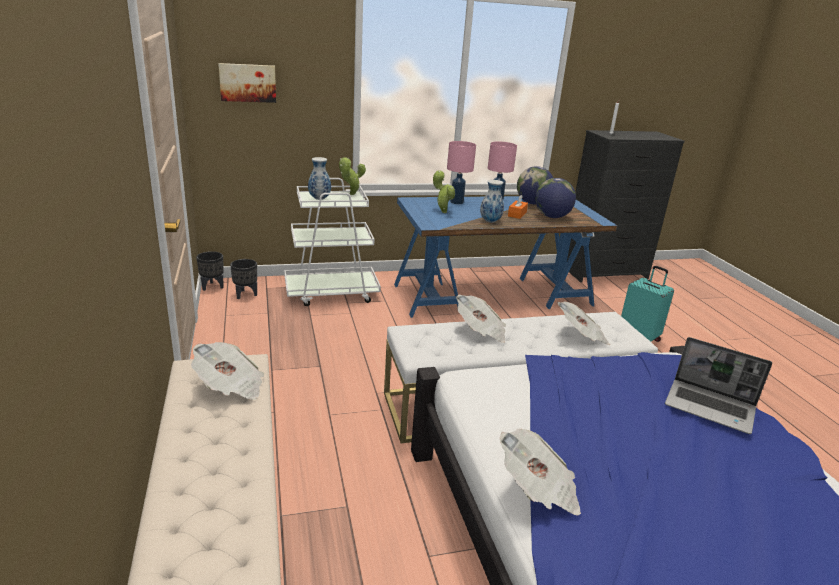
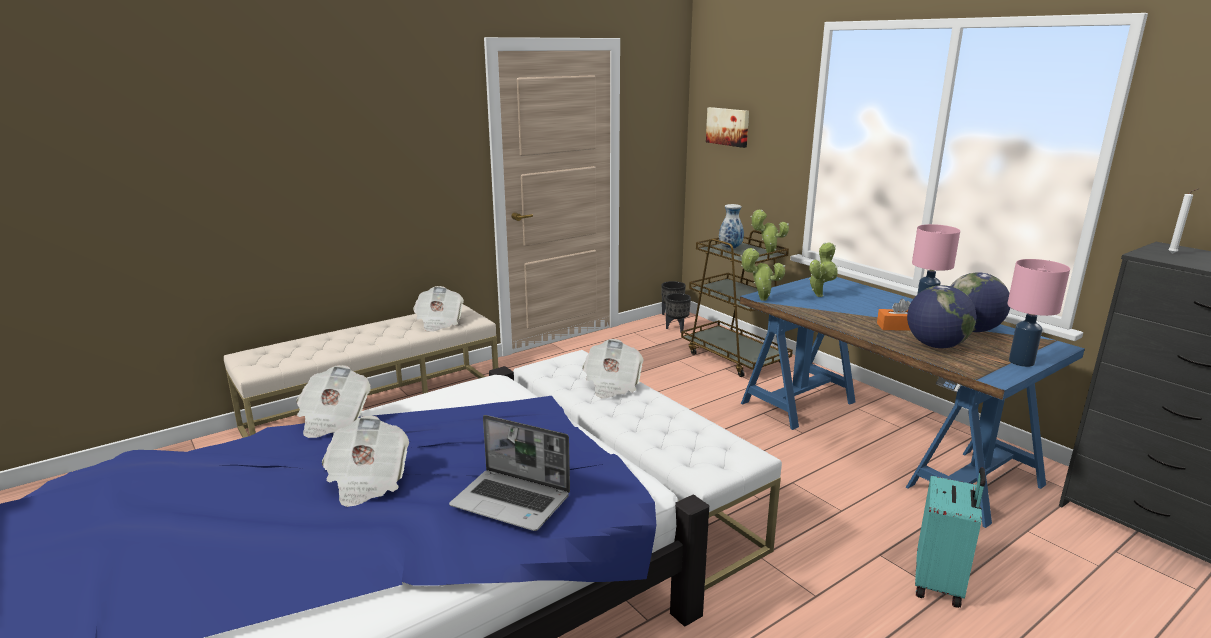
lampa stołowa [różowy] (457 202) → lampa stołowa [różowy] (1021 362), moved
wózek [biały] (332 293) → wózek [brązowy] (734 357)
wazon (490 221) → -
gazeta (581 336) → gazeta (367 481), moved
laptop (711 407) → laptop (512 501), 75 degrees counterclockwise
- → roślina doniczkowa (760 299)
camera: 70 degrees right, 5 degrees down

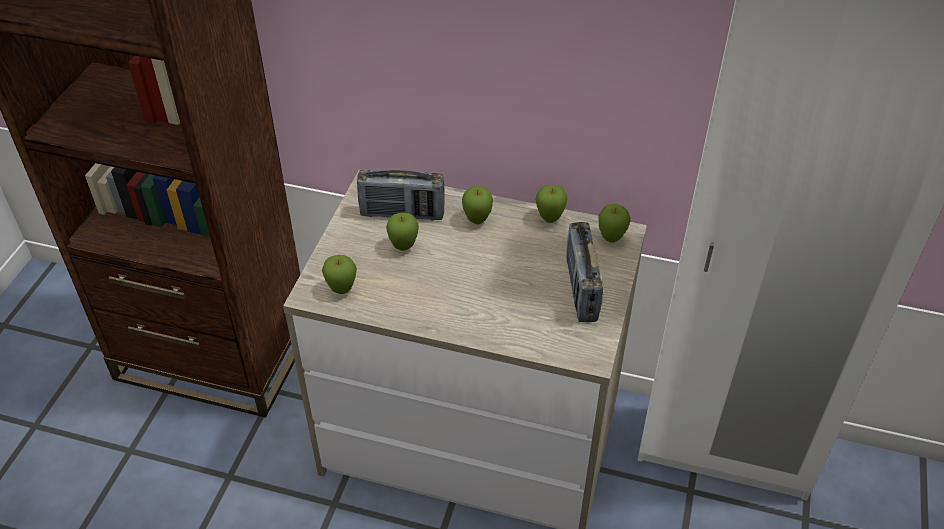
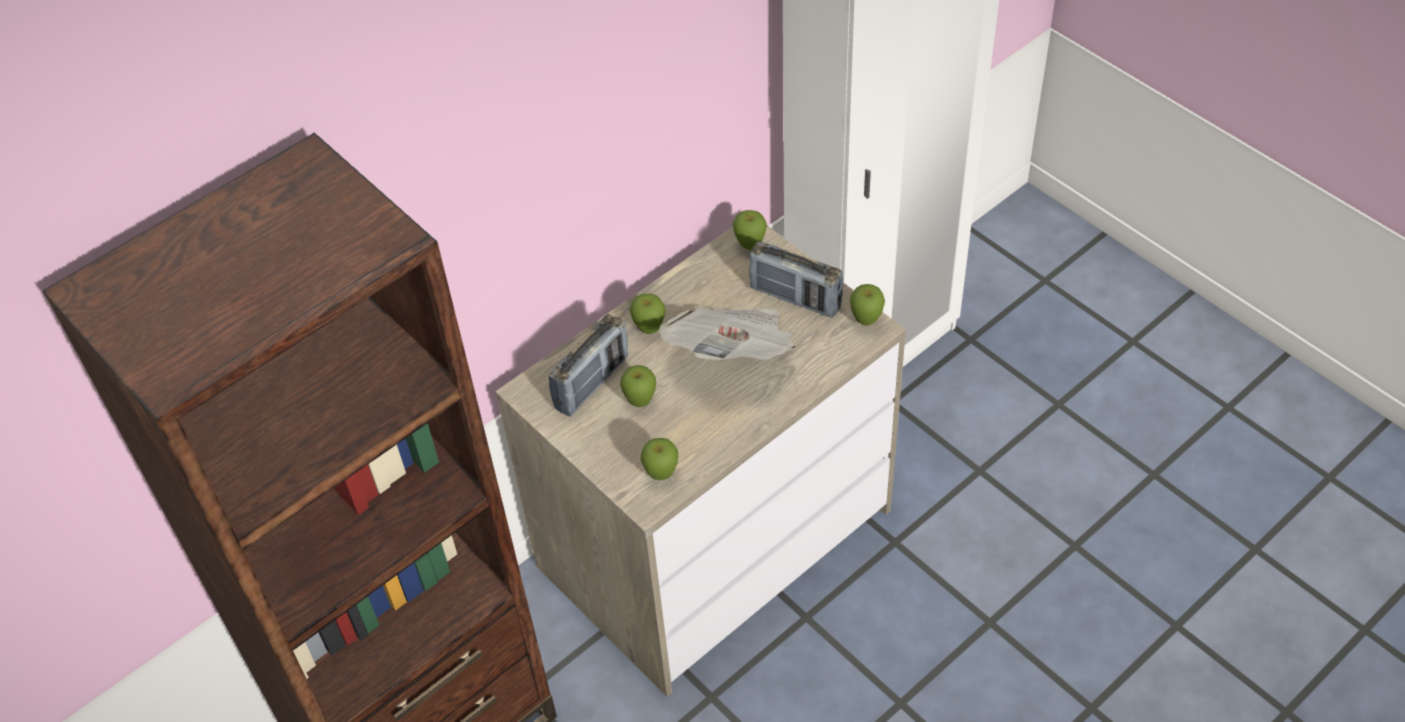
jabłko (550 219) → jabłko (866 321), moved
- → gazeta (733 355)
camera: 55 degrees left, 5 degrees up

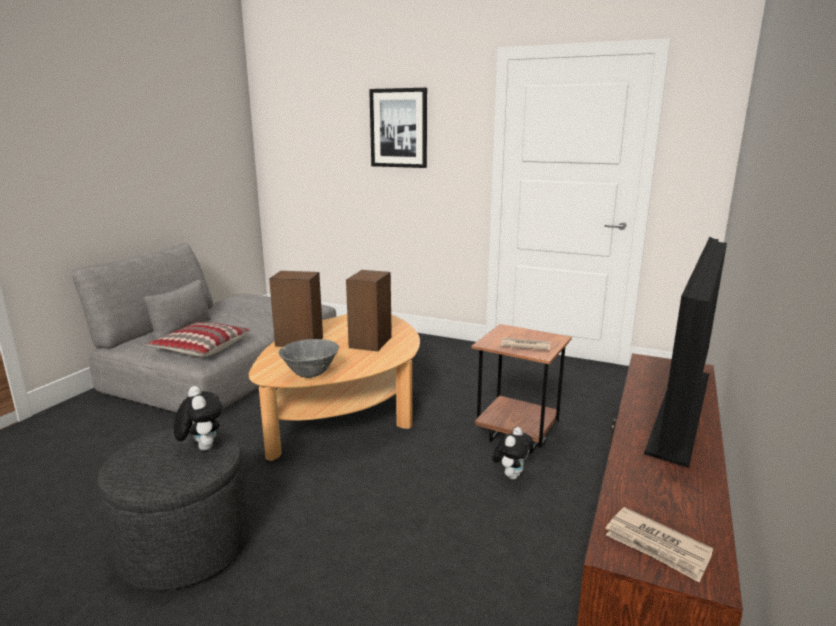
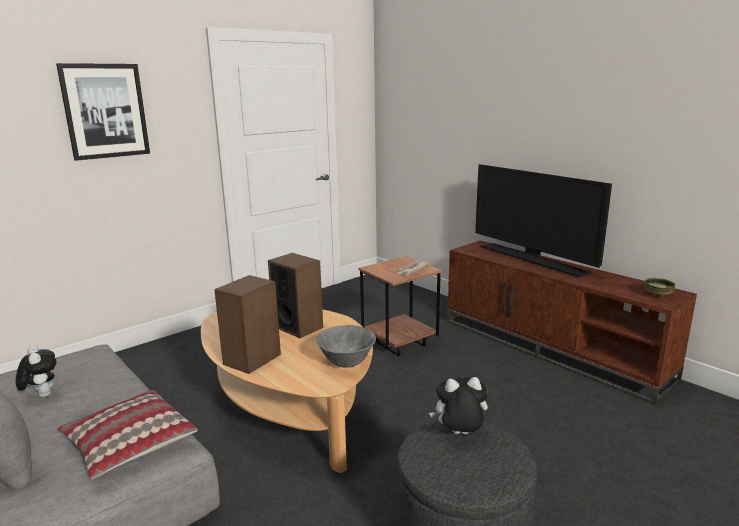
pluszak (511 475) → pluszak (42 395), moved
gazeta (657 546) → miska (657 295)
camera: 65 degrees left, 0 degrees up

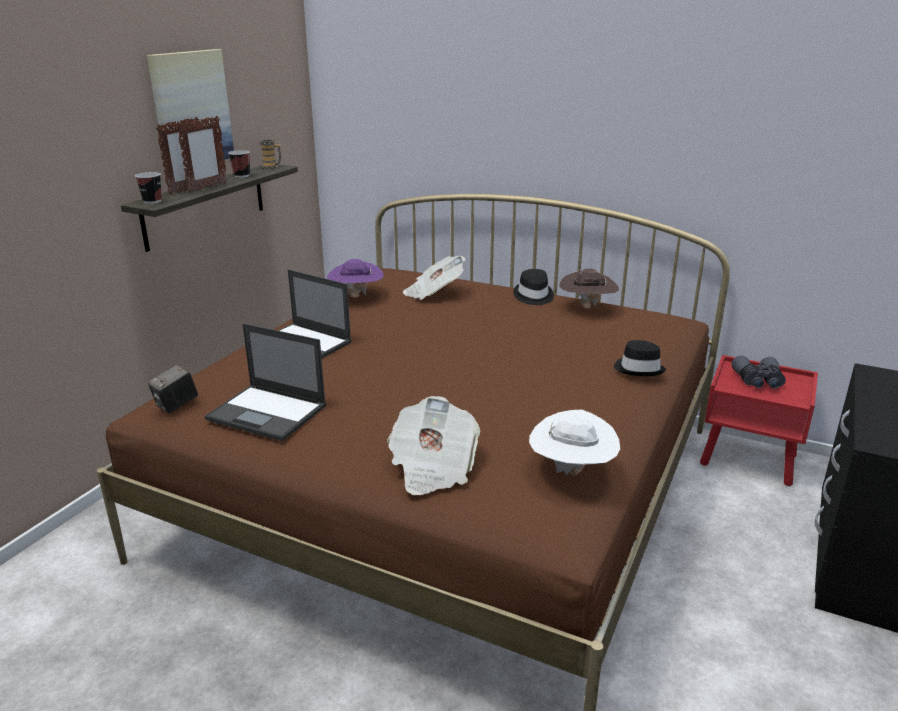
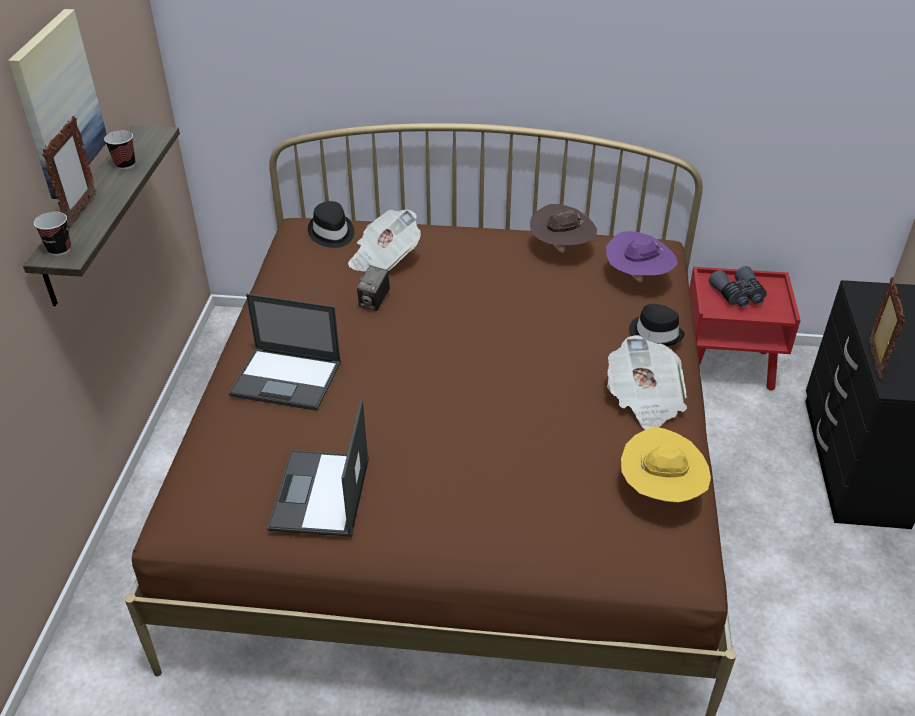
ramka na zdjęcie (207 187) → ramka na zdjęcie (873 360), moved
kubek (272 167) → -
kapelusz [fioletowy] (356 297) → kapelusz [fioletowy] (637 279), moved
kapelusz [czarny] (533 296) → kapelusz [czarny] (331 233), moved
laptop (268 413) → laptop (320 495), 90 degrees clockwise
aparat fotograficzny (176 405) → aparat fotograficzny (374 302), moved
gazeta (432 467) → gazeta (644 400), moved
kapelusz [biały] (572 471) → kapelusz [żółty] (660 491)
camera: 20 degrees left, 15 degrees up

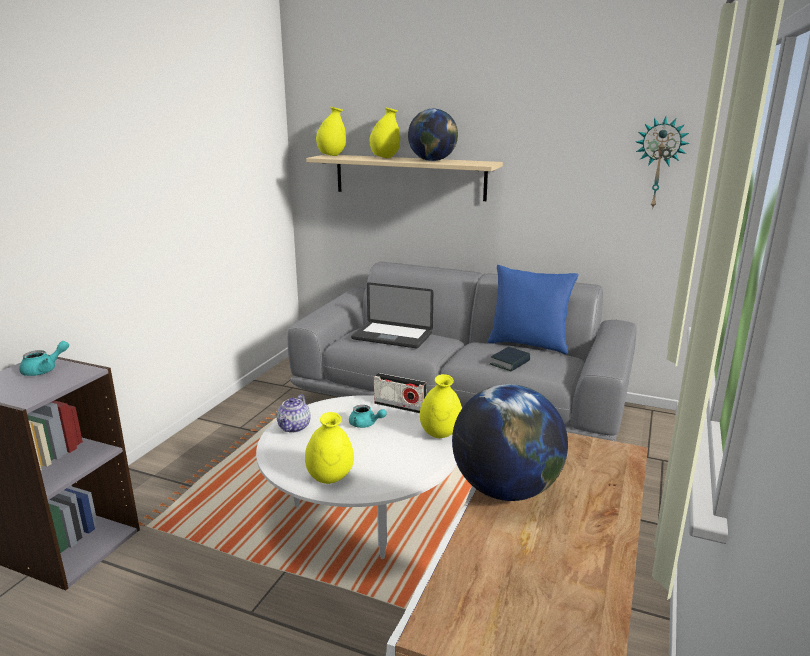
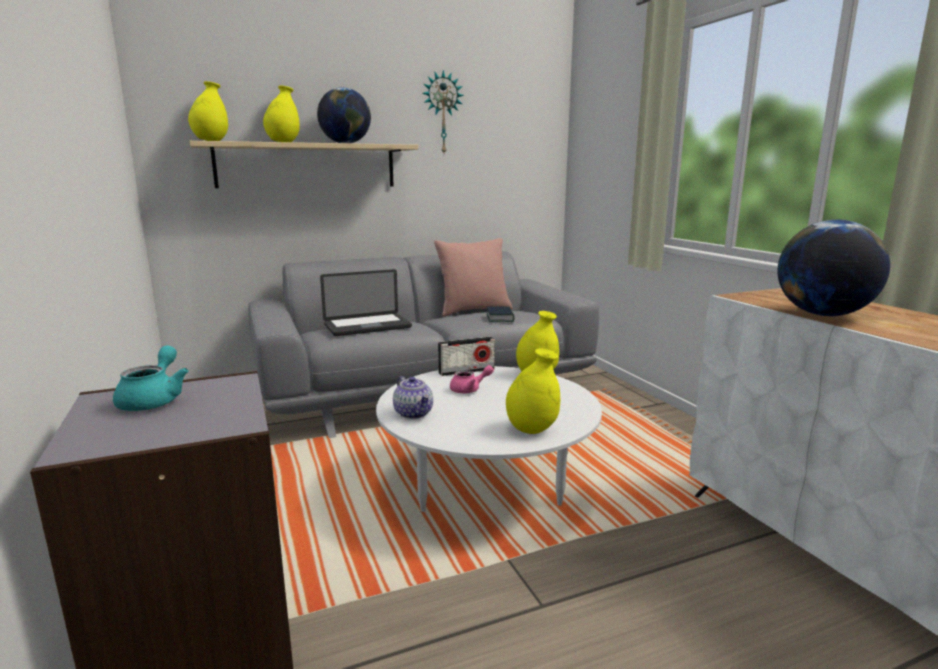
zegar ścienny (659 163) → zegar ścienny (442 113), moved
poduszka [niebieski] (529 344) → poduszka [różowy] (473 310)
imbryk [turkusowy] (365 424) → imbryk [różowy] (469 390)
camera: 45 degrees left, 5 degrees down

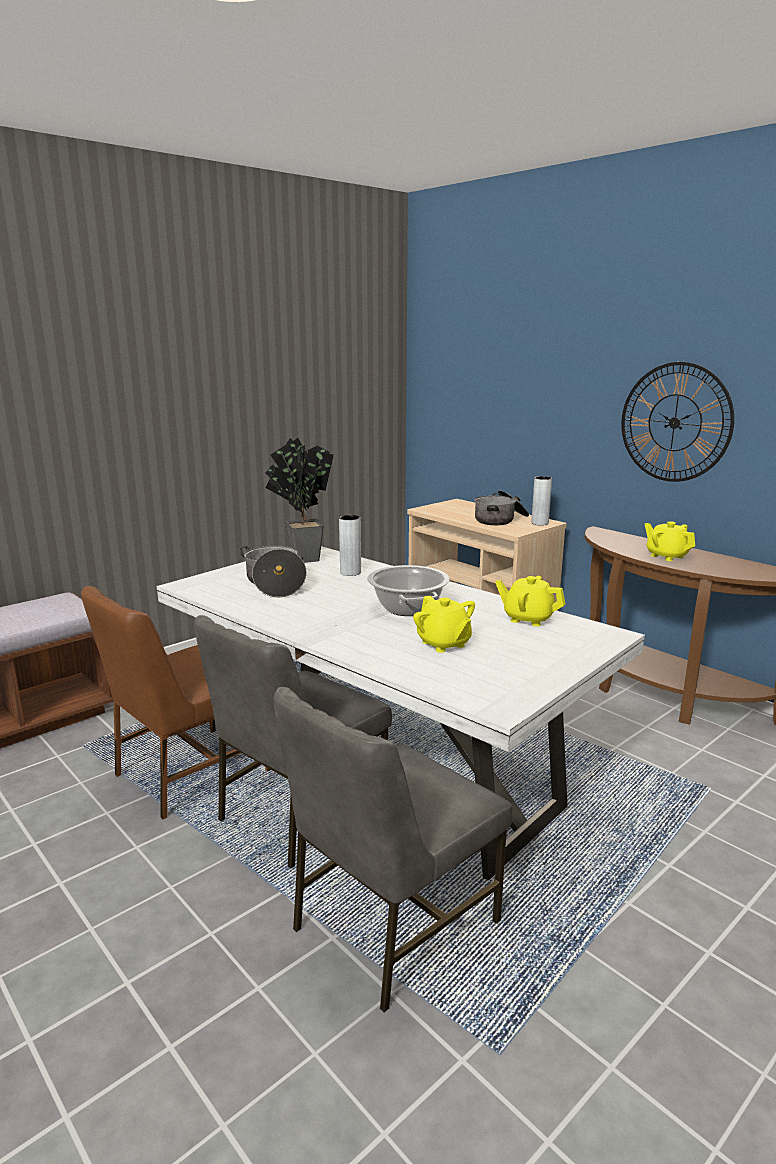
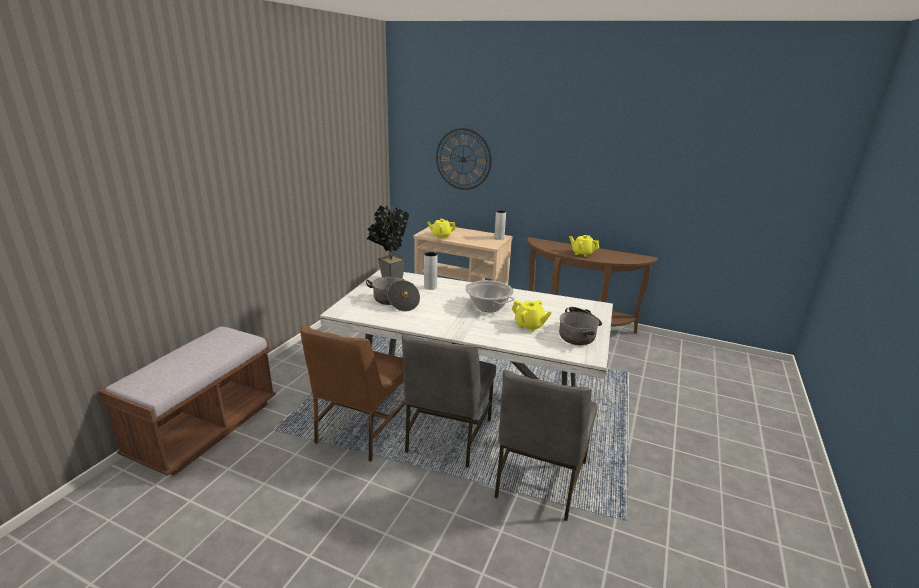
zegar ścienny (674 422) → zegar ścienny (463 159), moved
garnek (500 520) → garnek (579 334), moved
imbryk [żółty] (528 619) → imbryk [żółty] (441 236), moved
camera: 25 degrees left, 5 degrees up

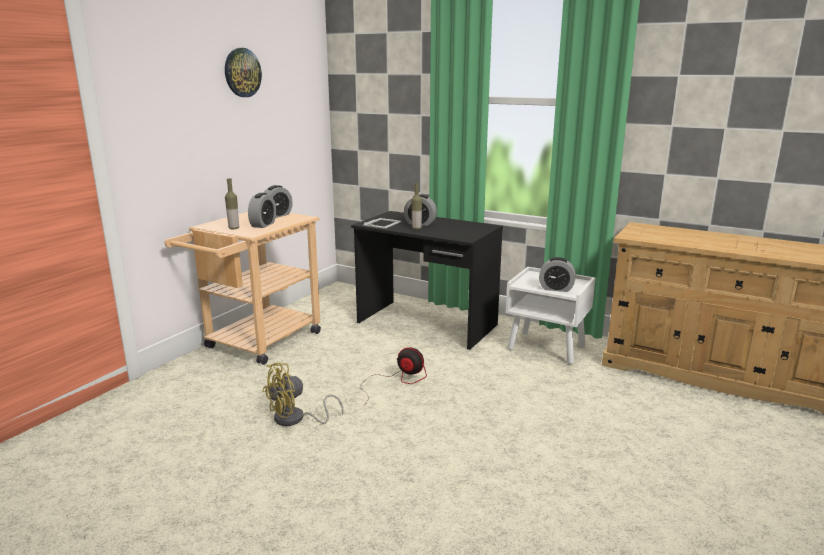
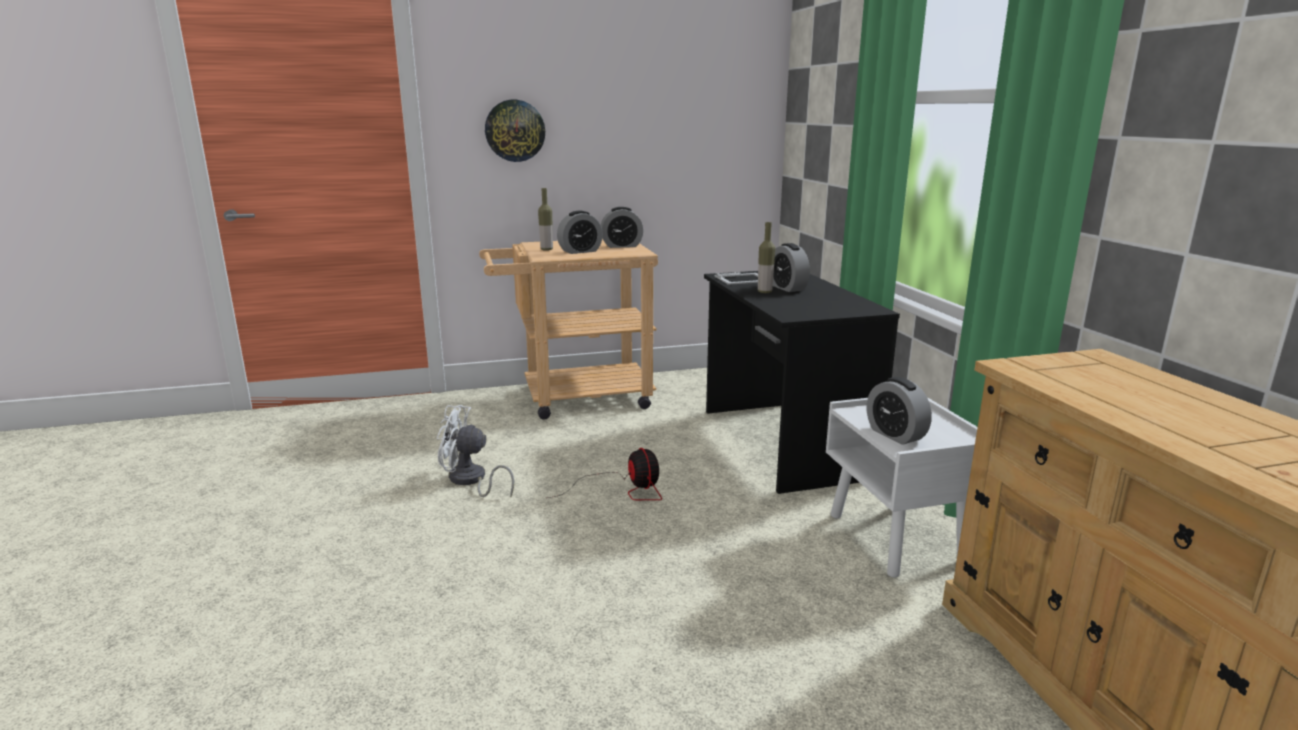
zegar ścienny (242 72) → zegar ścienny (515 130), moved
wentylator [żółty] (296 419) → wentylator [biały] (470 481)
camera: 45 degrees right, 0 degrees up

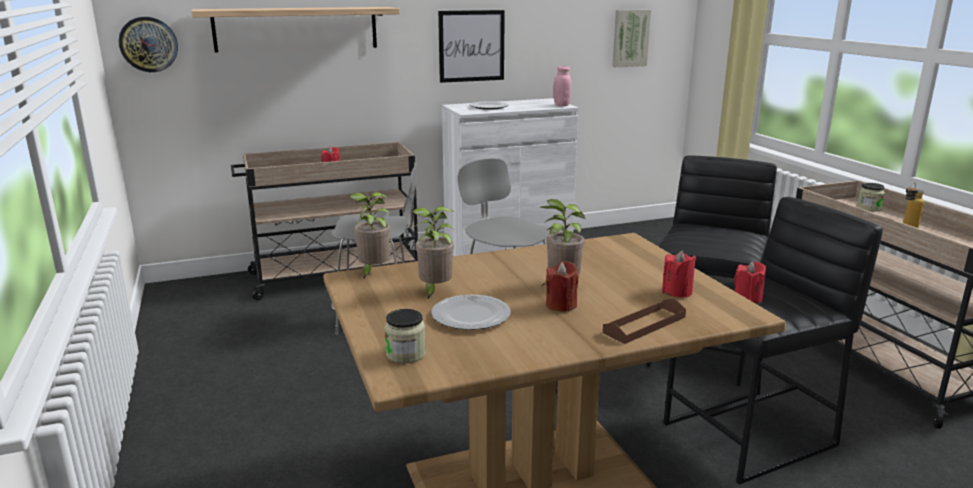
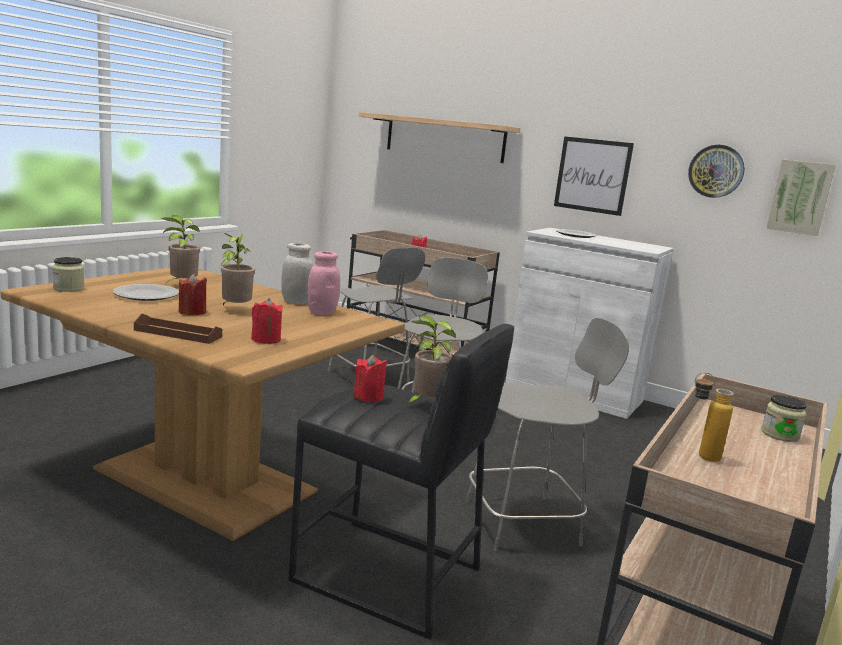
zegar ścienny (148 44) → zegar ścienny (716 171), moved
słoik [różowy] (561 105) → słoik [różowy] (322 312), moved
stołek [czarny] (702 351) → krzesło [szary] (526 522)
roślina doniczkowa (373 272) → roślina doniczkowa (426 404), moved
- → słoik [biały] (296 302)
camera: 50 degrees right, 5 degrees down

